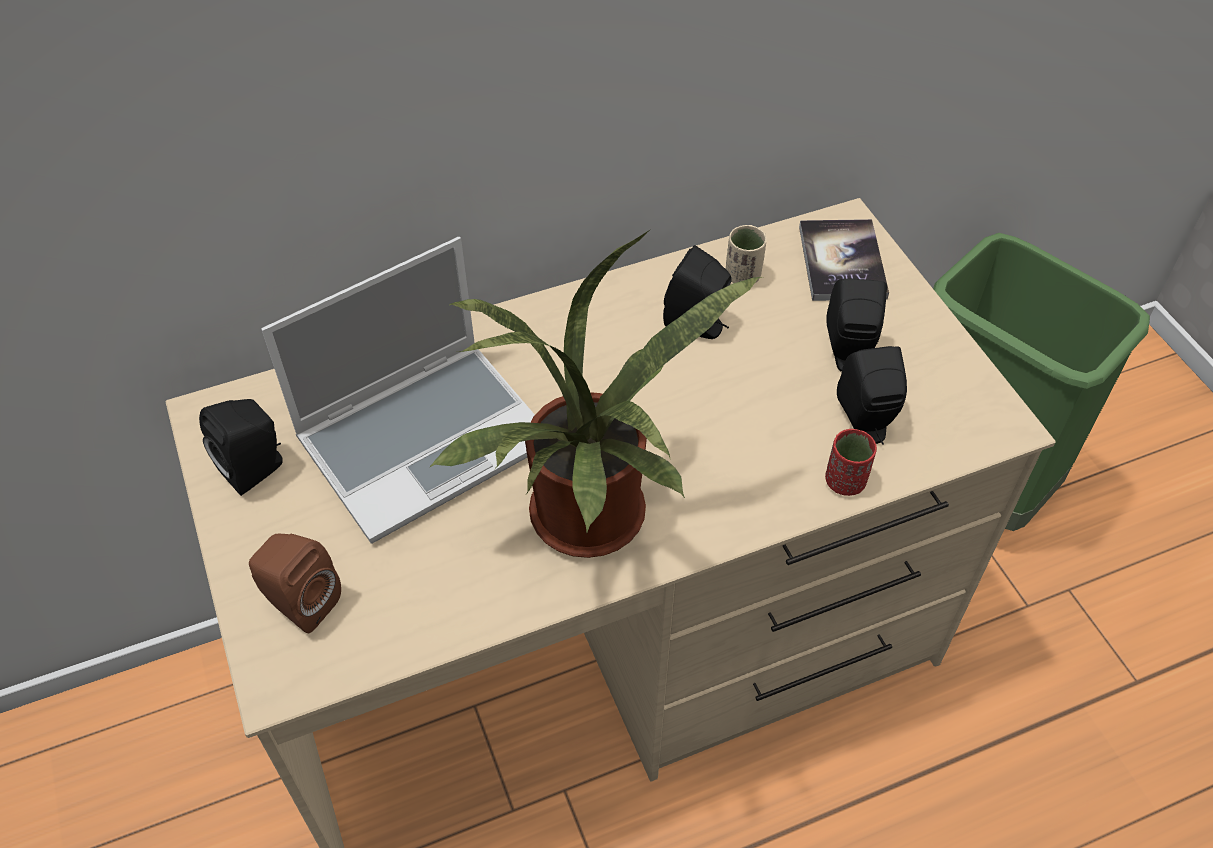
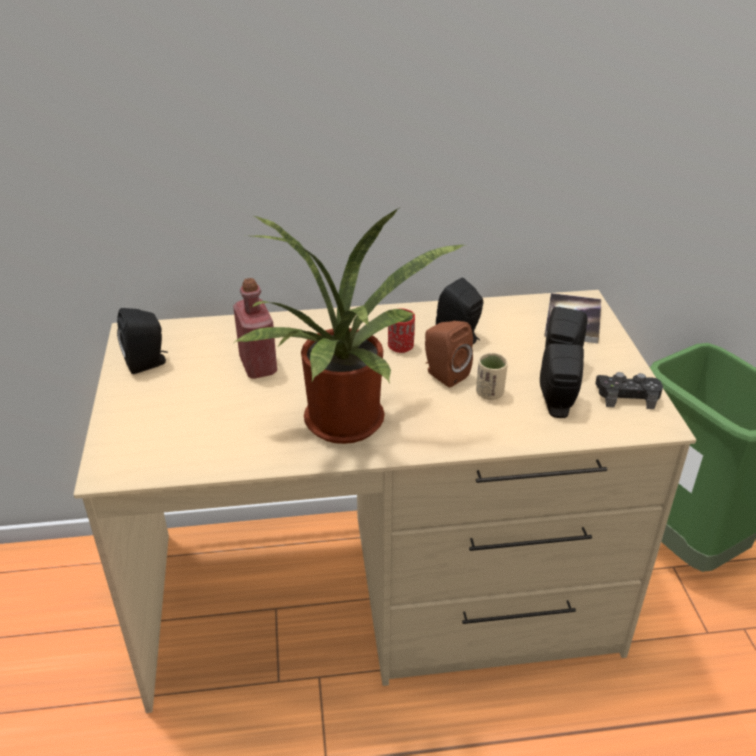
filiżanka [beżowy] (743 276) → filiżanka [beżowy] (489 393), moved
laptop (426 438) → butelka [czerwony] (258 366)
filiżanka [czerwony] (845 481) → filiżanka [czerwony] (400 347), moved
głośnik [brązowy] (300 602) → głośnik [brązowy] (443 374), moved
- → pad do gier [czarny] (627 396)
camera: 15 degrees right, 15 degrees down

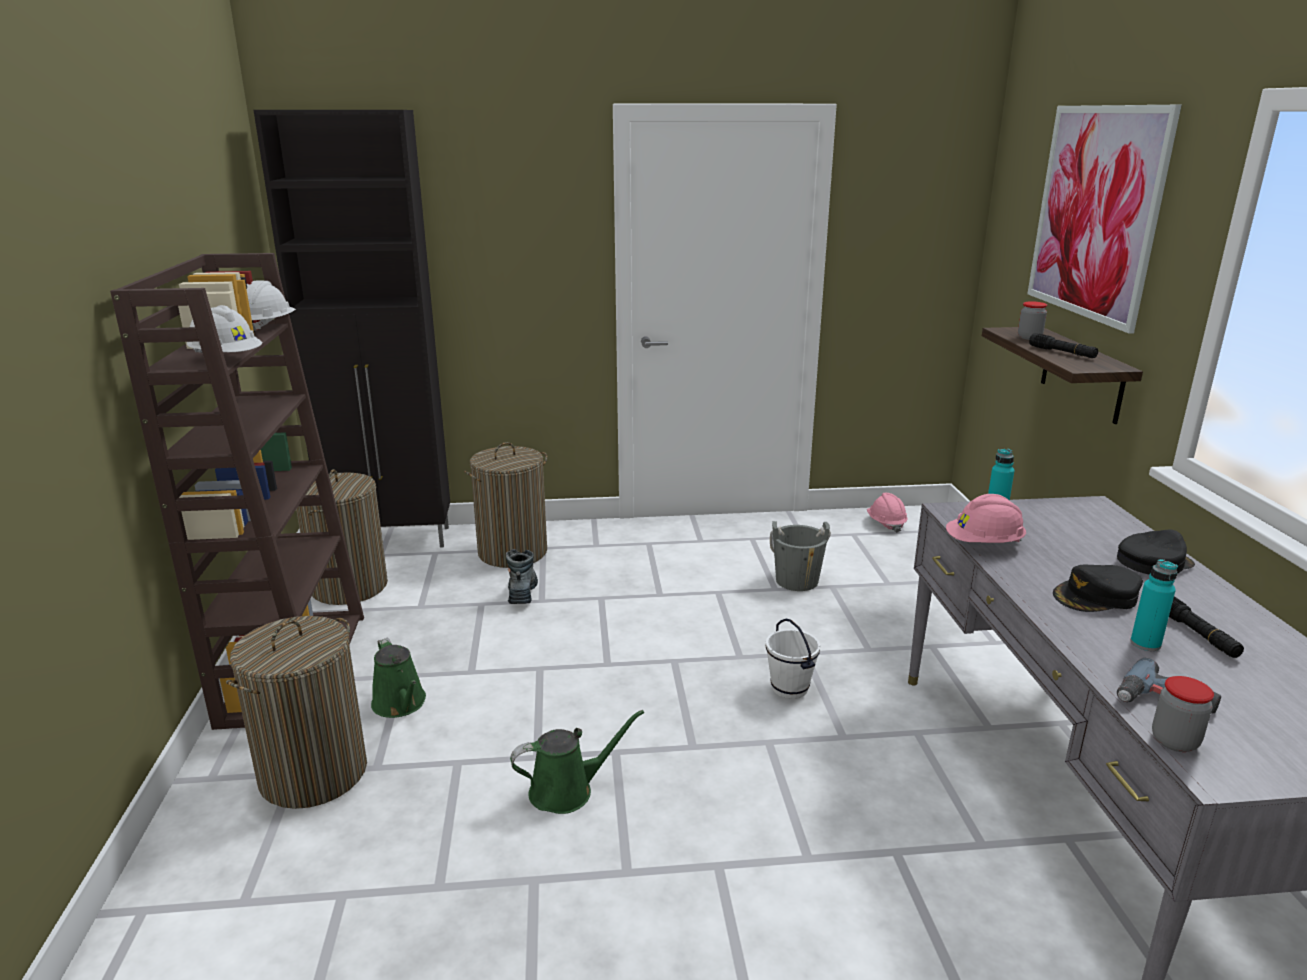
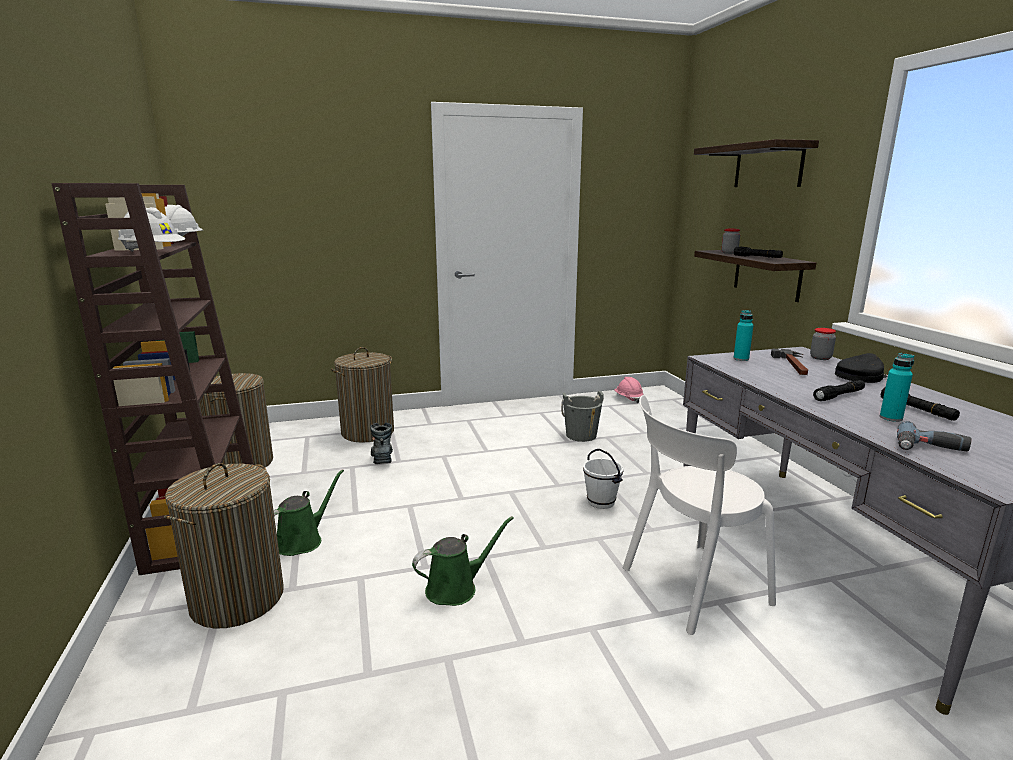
obraz (1096 213) → półka (768 166)
szafka [czarny] (392 539) → -
kask [różowy] (984 544) → -
czapka z daszkiem [czarny] (1096 597) → latarka [czarny] (839 396)
konewka [zielony] (401 704) → konewka [zielony] (303 541), 105 degrees counterclockwise
słoik (1174 741) → słoik (820 358), moved
- → młotek (793 365)
- → krzesło [biały] (690 587)
camera: 10 degrees left, 5 degrees down

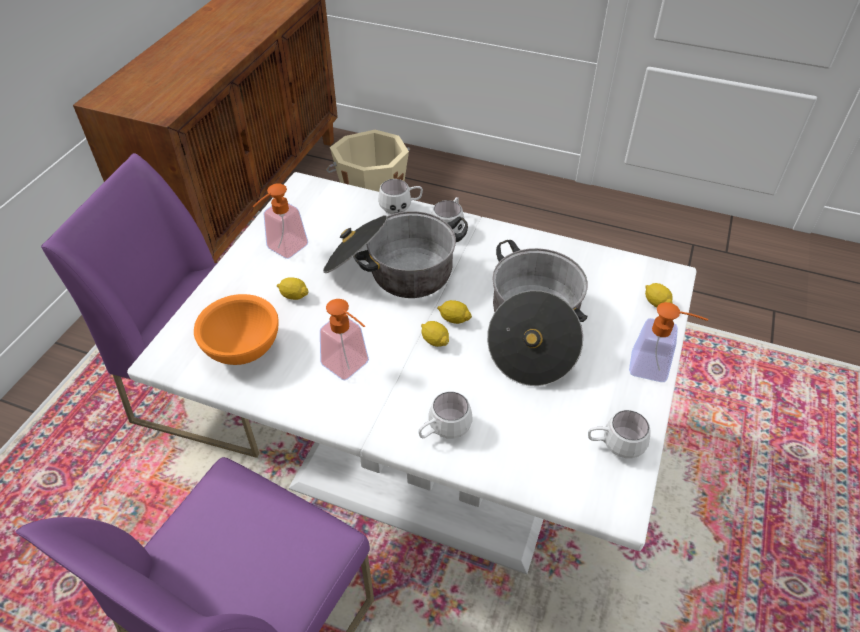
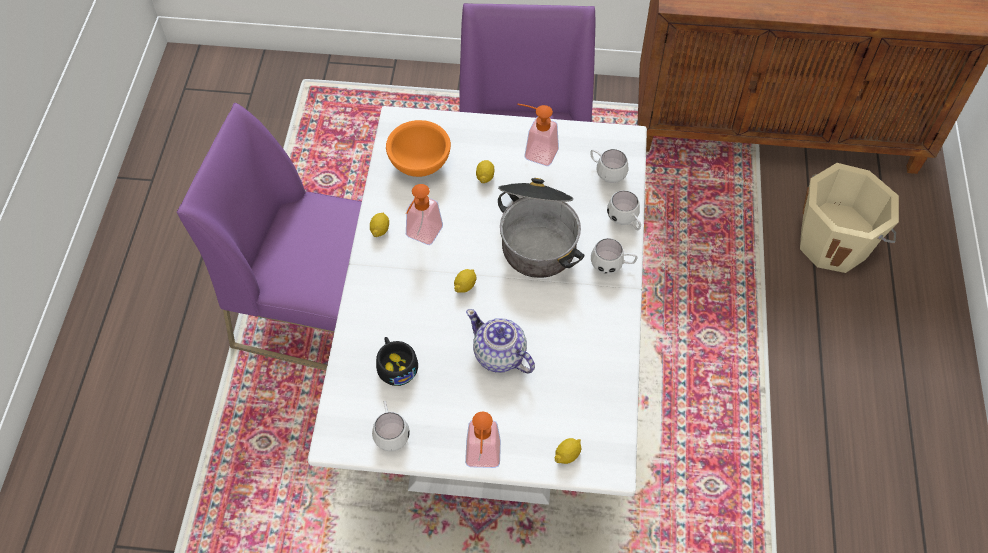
garnek (532 330) → imbryk (499 355)
cytryna (454 319) → cytryna (380 230), moved
kubek [biały] (443 431) → kubek [biały] (606 172), moved
- → filiżanka [czarny] (396 365)
camera: 75 degrees right, 10 degrees up

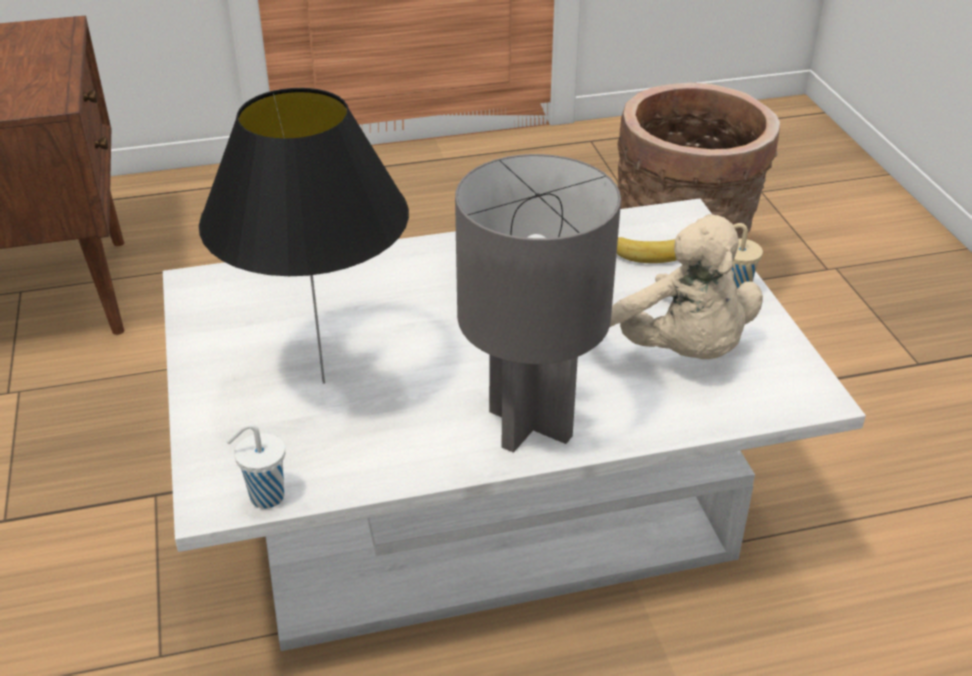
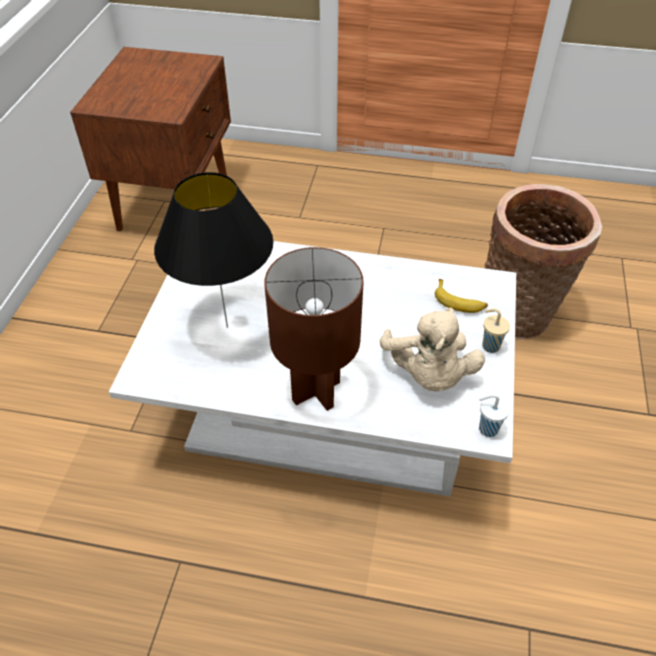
lampa stołowa [szary] (530 425) → lampa stołowa [brązowy] (316 392)
filiżanka [biały] (264 497) → filiżanka [biały] (487 429), moved
camera: 25 degrees right, 10 degrees up

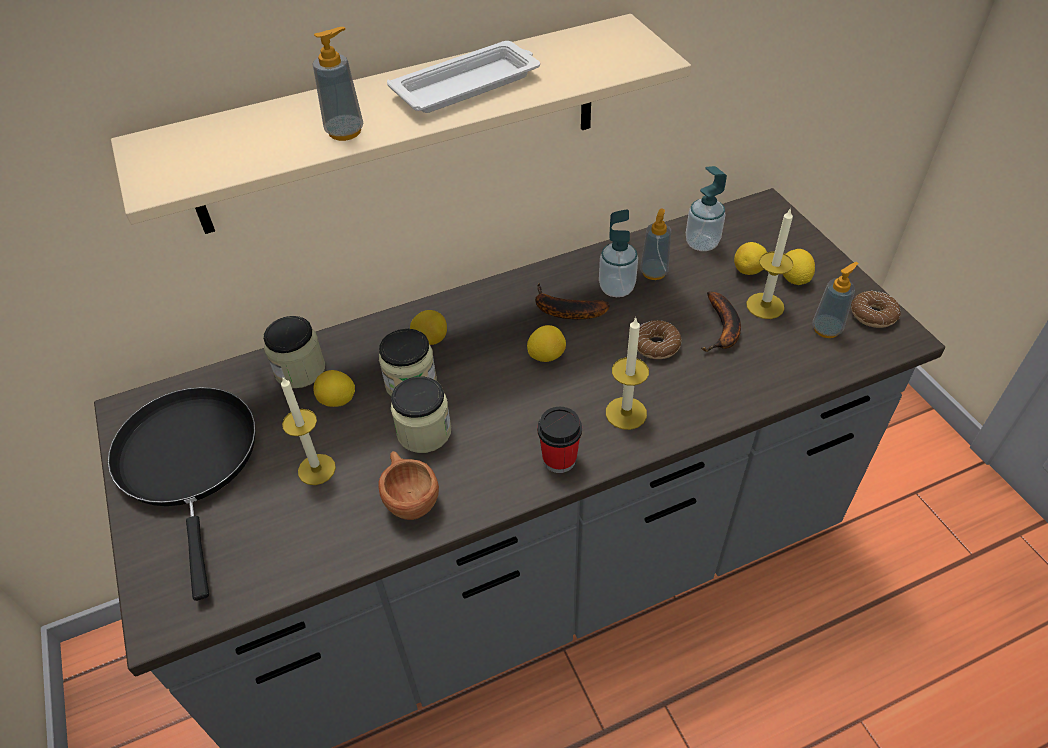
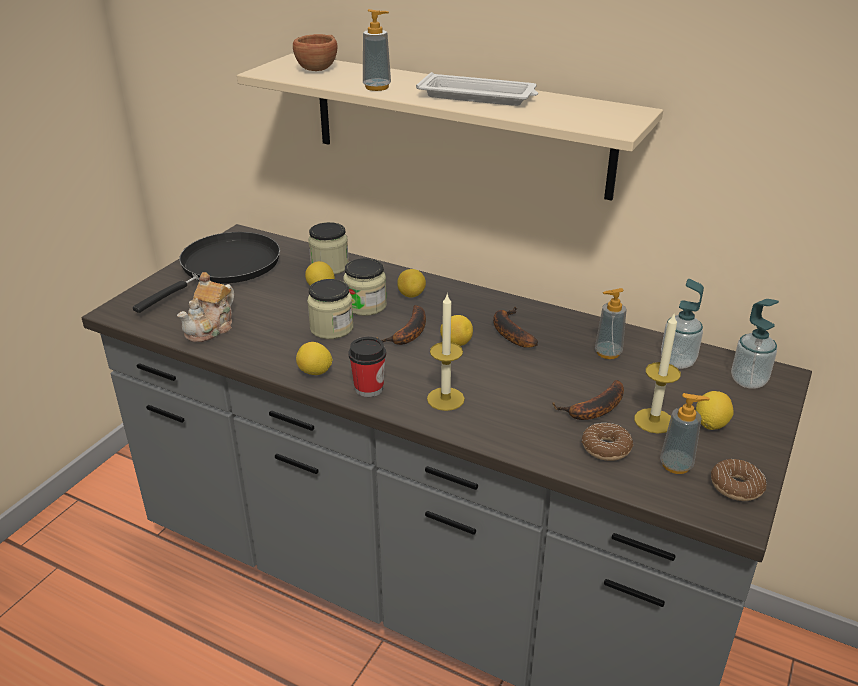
dozownik mydła (616 288) → dozownik mydła (748 381), moved
cytryna (748 271) → cytryna (315 372), moved
donut (656 345) → donut (606 448), moved
świeca (316 469) → -
filiżanka [brązowy] (409 497) → filiżanka [brązowy] (320 68), moved
- → imbryk (211 328)
- → banan (409 334)
camera: 50 degrees right, 15 degrees down

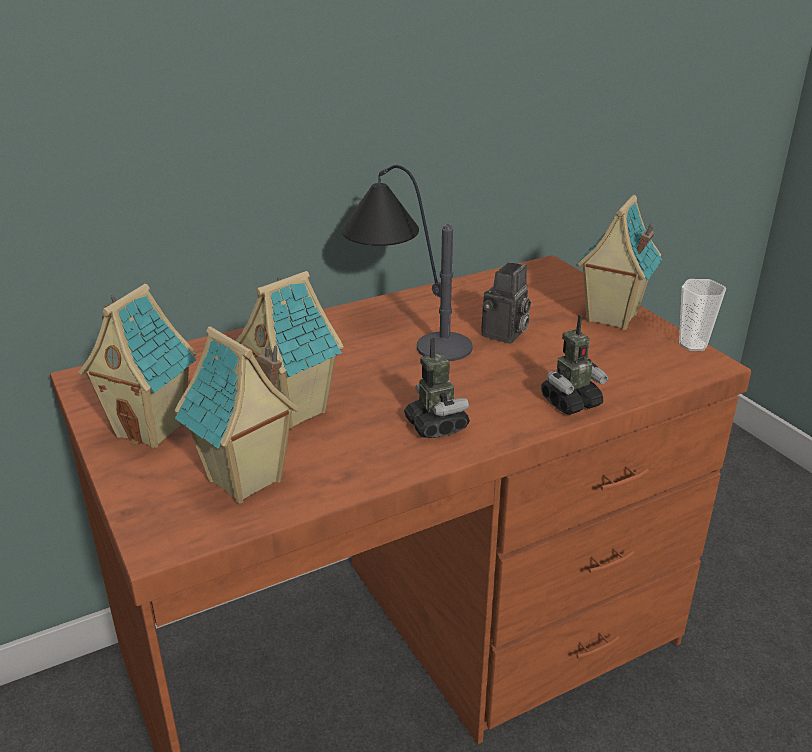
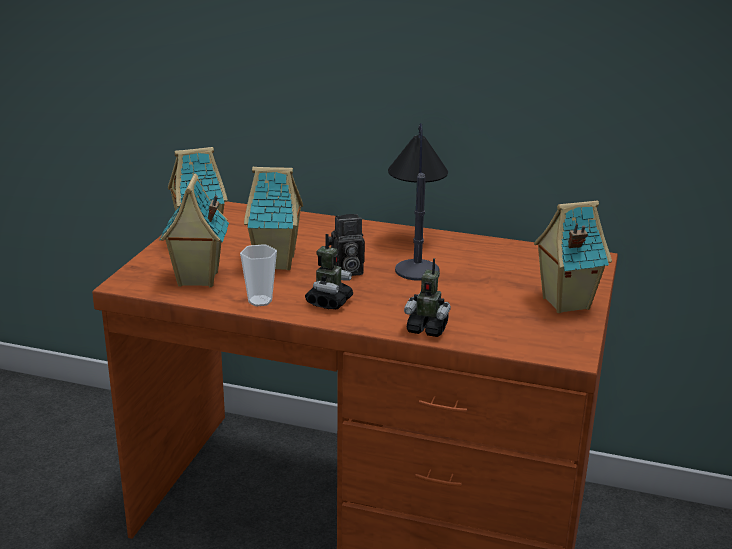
aparat fotograficzny (504 335) → aparat fotograficzny (345 271), moved
filiżanka (693 345) → filiżanka (260 301), moved
camera: 45 degrees right, 5 degrees down

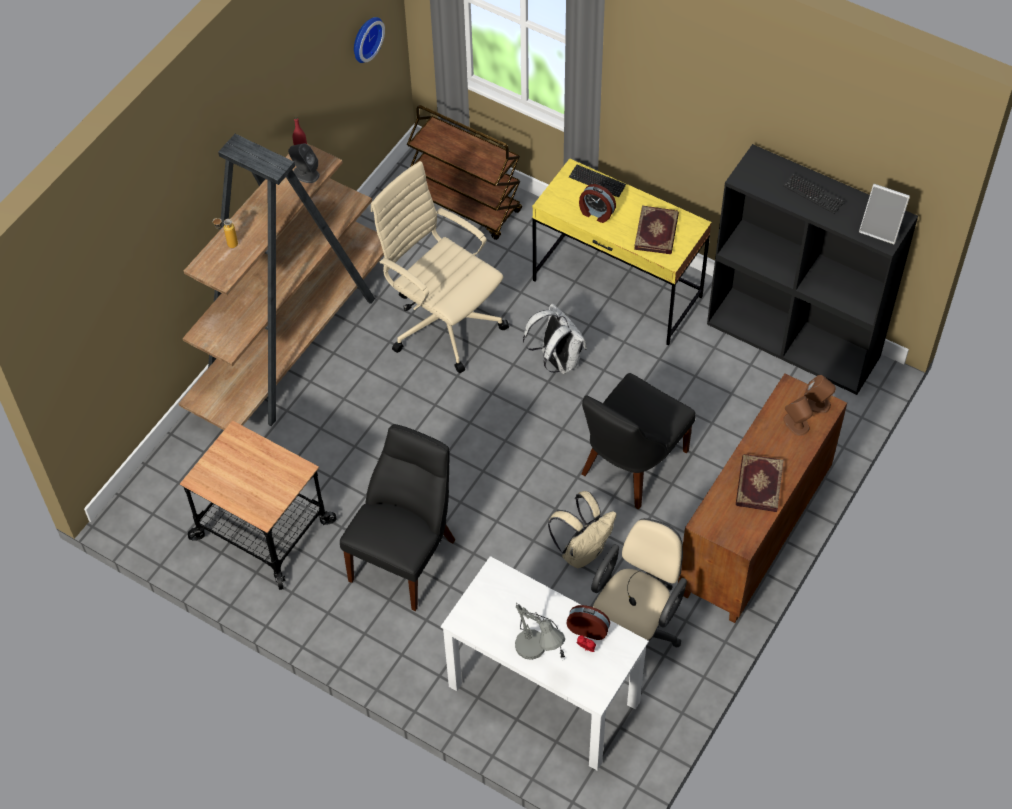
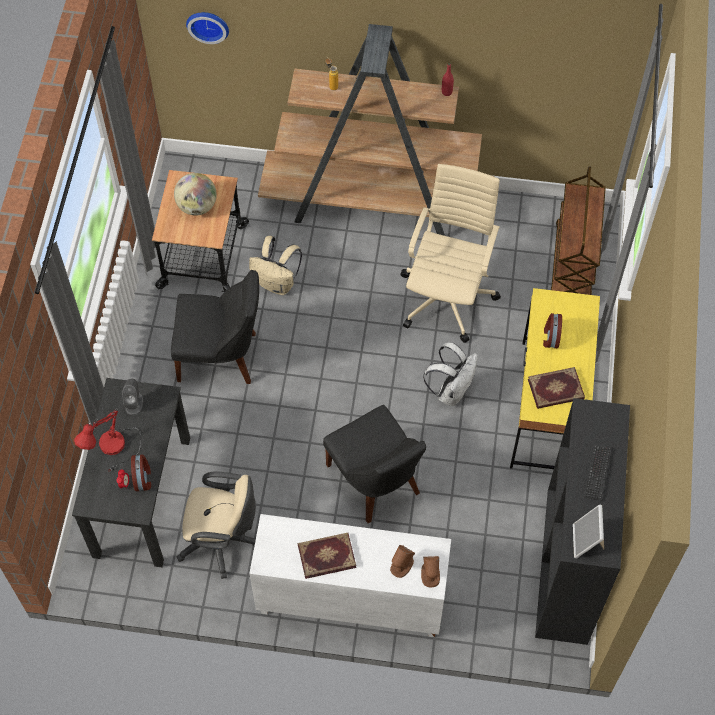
zegar ścienny (365 38) → zegar ścienny (208 24), moved
głośnik [szary] (305 174) → głośnik [szary] (134 403), moved
klawiatura (597 182) → -
krzesło [czarny] (630 465) → krzesło [czarny] (375 482), 135 degrees counterclockwise
szafka [brązowy] (754 536) → szafka [biały] (350 601)
plecak [beżowy] (583 551) → plecak [beżowy] (278 284), moved
biurko [biały] (543 694) → biurko [czarny] (142 496)
lampa stołowa [szary] (541 646) → lampa stołowa [czerwony] (115 451)
- → globus (197 206)
camera: 65 degrees right, 5 degrees up

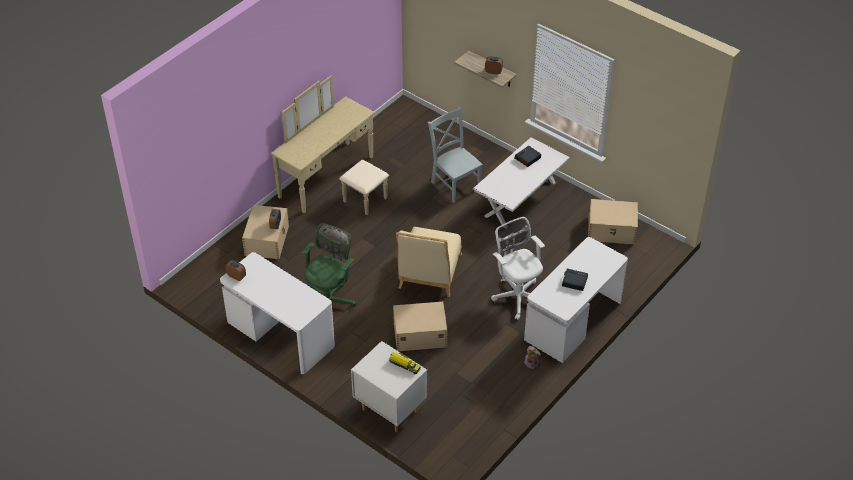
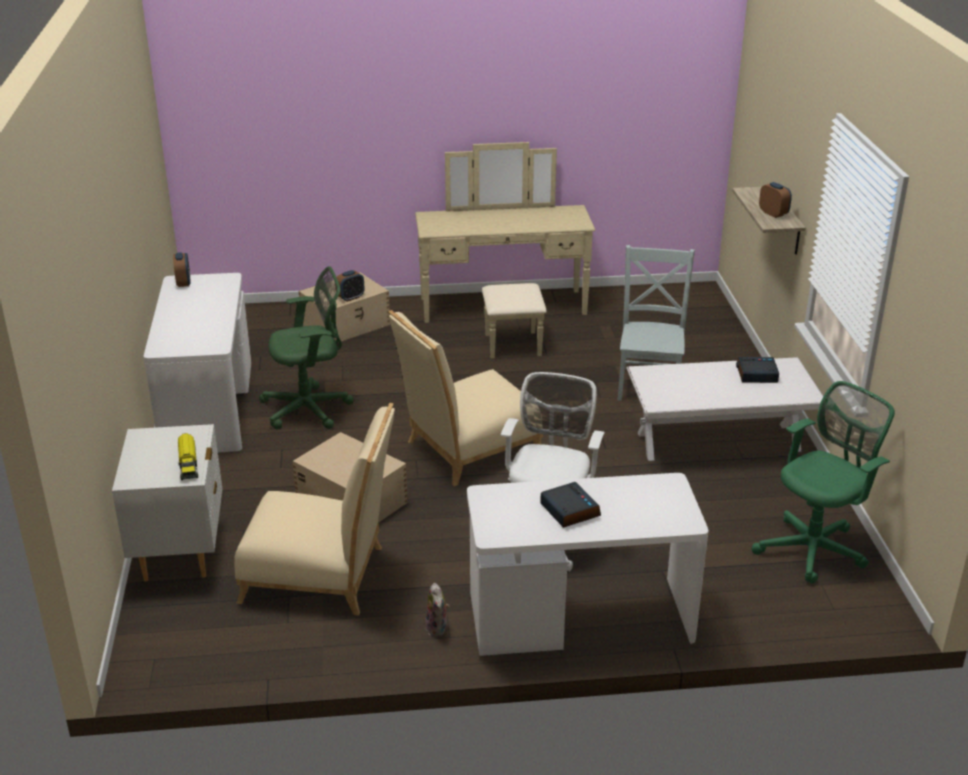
pojemnik do przechowywania [beżowy] (612 230) → krzesło biurowe [zielony] (814 548)
- → krzesło [beżowy] (322 576)
camera: 45 degrees right, 15 degrees down

